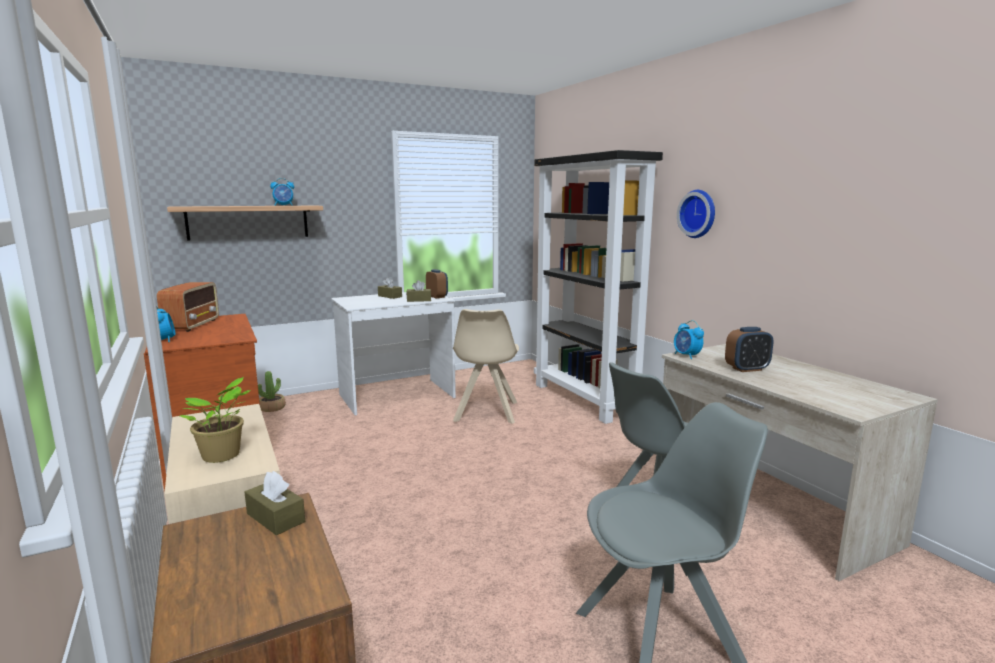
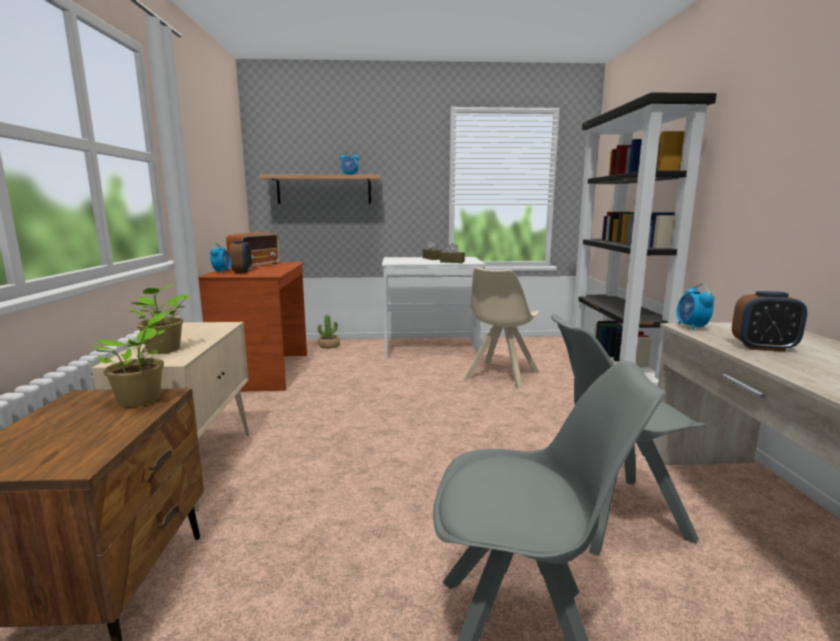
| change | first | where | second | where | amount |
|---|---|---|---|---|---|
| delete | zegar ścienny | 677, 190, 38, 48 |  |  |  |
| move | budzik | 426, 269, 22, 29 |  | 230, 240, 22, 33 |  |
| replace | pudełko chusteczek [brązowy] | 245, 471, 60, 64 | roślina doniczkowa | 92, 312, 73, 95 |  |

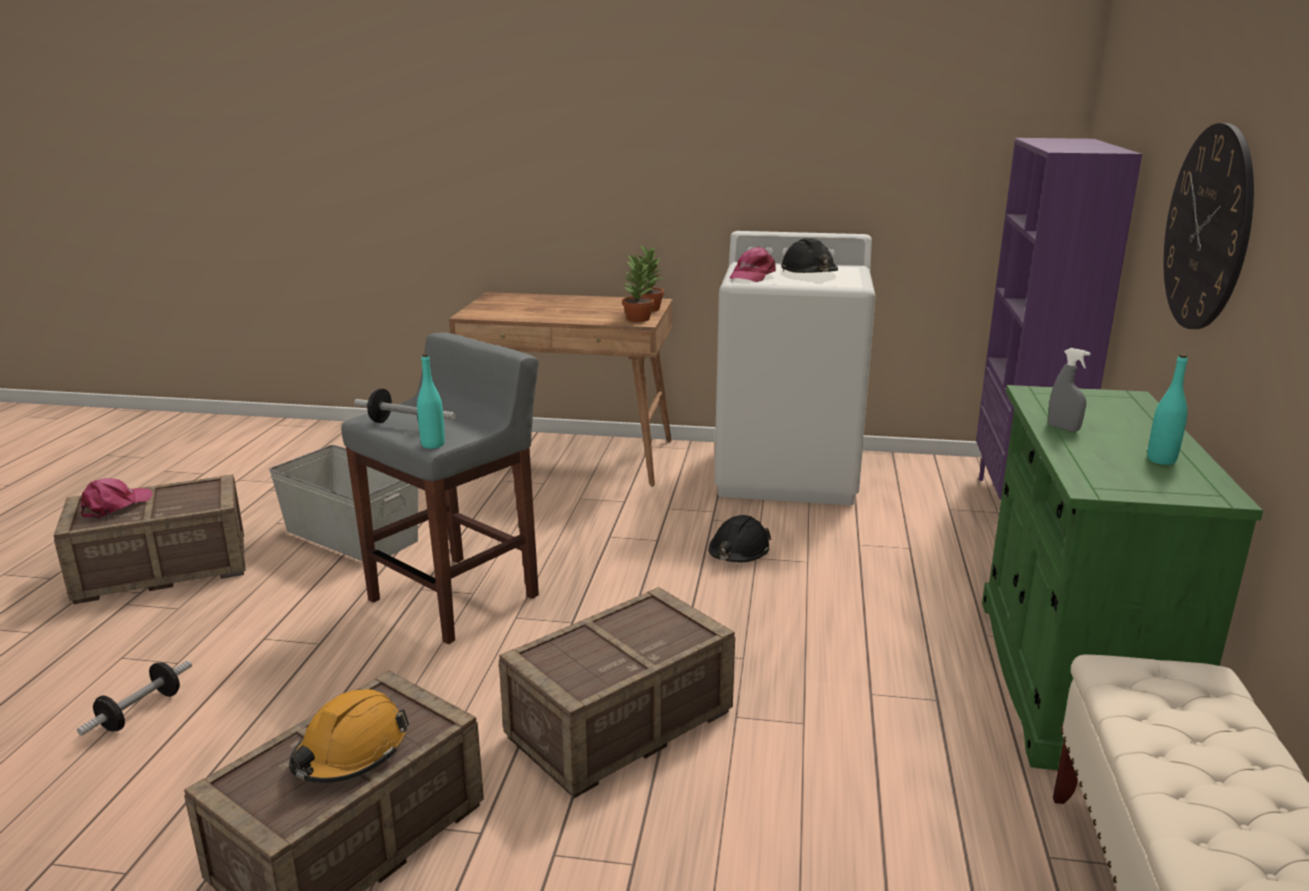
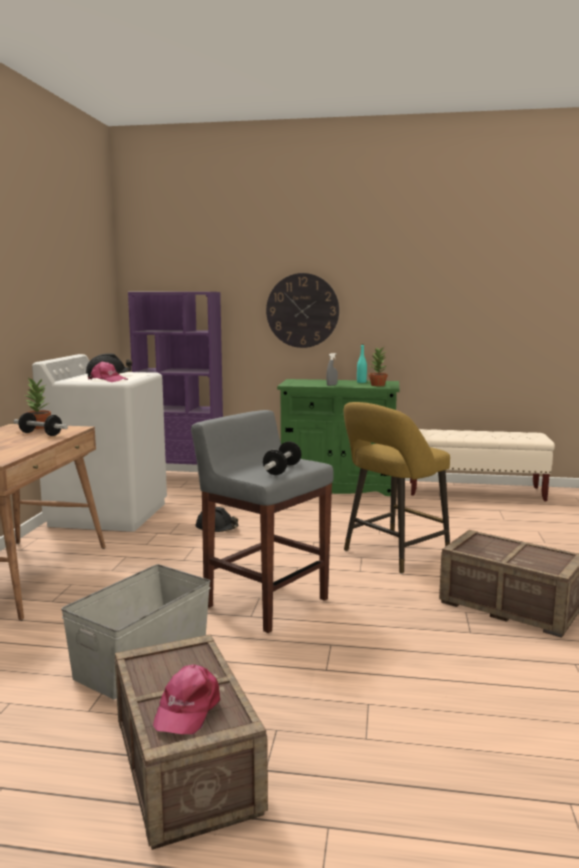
| change | first | where | second | where | amount |
|---|---|---|---|---|---|
| delete | kask [pomarańczowy] | 289, 689, 120, 94 |  |  |  |
| delete | butelka [turkusowy] | 417, 354, 28, 95 |  |  |  |
| move | hantel | 77, 660, 115, 76 |  | 14, 412, 54, 24 |  |
| move | roślina doniczkowa | 622, 255, 32, 67 |  | 368, 347, 20, 39 |  |
| replace | skrzynka | 499, 587, 236, 211 | stołek [żółty] | 344, 402, 106, 172 |  |
| rotate | czapka z daszkiem [różowy] | 81, 478, 72, 40 |  | 153, 664, 67, 70 | 105 degrees counterclockwise |

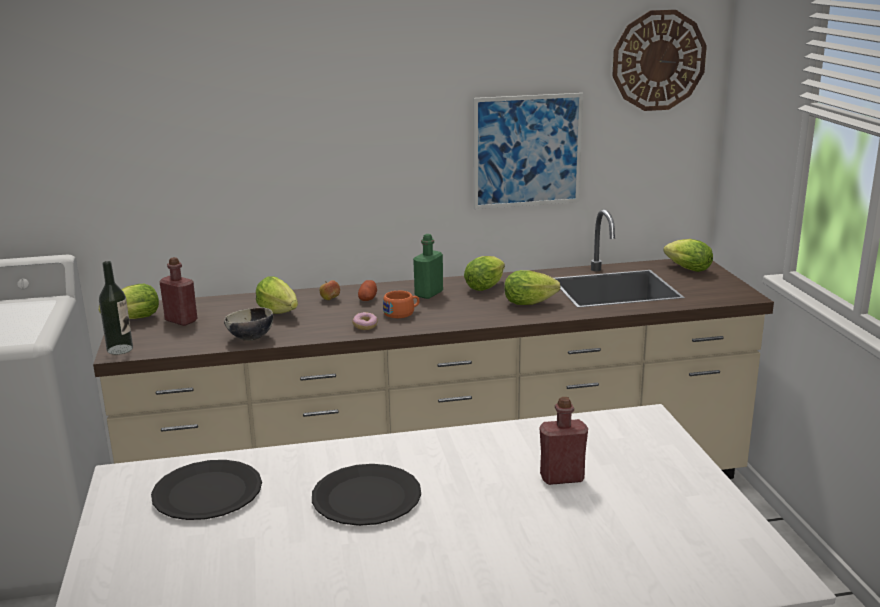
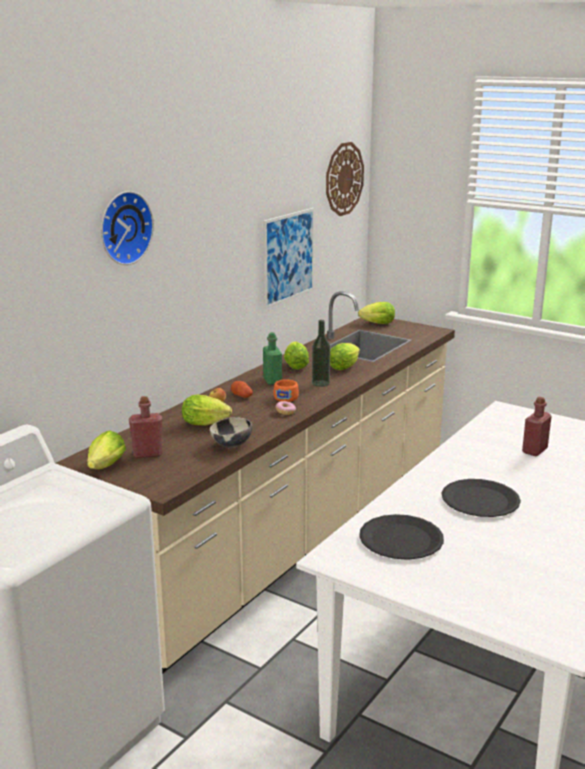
| change | first | where | second | where | amount |
|---|---|---|---|---|---|
| insert |  |  | zegar ścienny | 101, 191, 53, 74 |  |
| move | butelka | 99, 261, 34, 94 |  | 312, 320, 18, 67 |  |

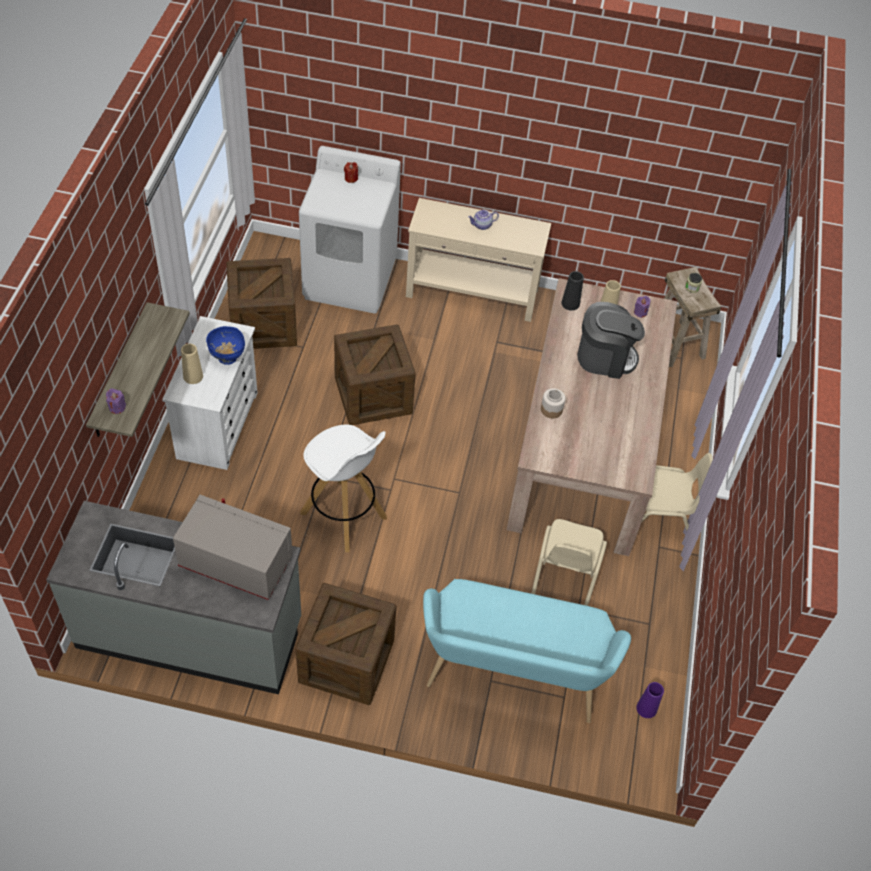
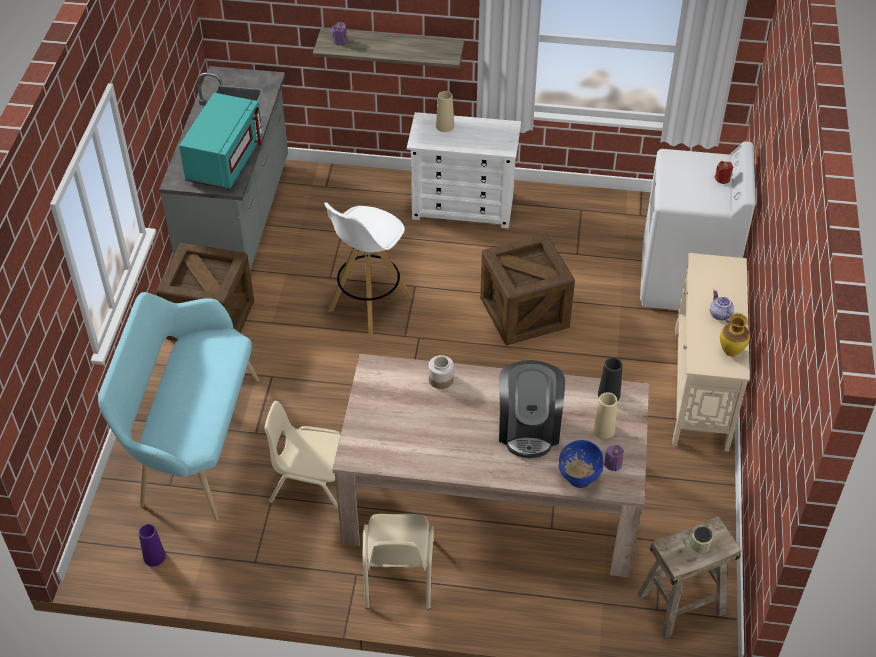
| change | first | where | second | where | amount |
|---|---|---|---|---|---|
| delete | skrzynka | 226, 258, 71, 91 |  |  |  |
| insert |  |  | wazon | 720, 314, 30, 43 |  |
| move | miska [niebieski] | 206, 326, 39, 39 |  | 559, 440, 45, 48 |  |
| recolor | mikrofalówka [szary] | 173, 495, 119, 105 | mikrofalówka [turkusowy] | 179, 93, 84, 95 |  |

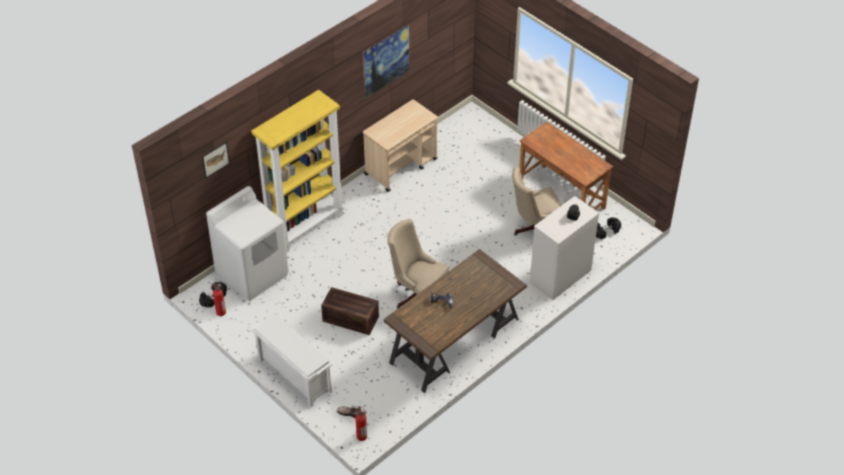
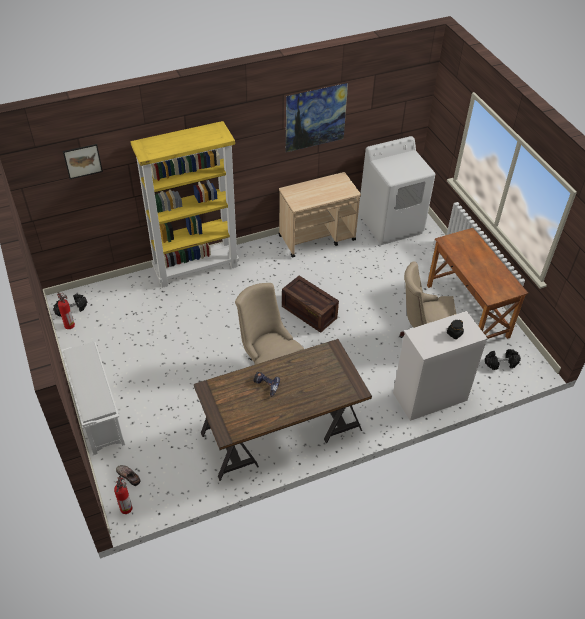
| change | first | where | second | where | amount |
|---|---|---|---|---|---|
| move | pralka [biały] | 206, 186, 83, 115 |  | 358, 136, 77, 109 |  |
| move | skrzynka | 321, 287, 58, 48 |  | 282, 276, 57, 57 |  |

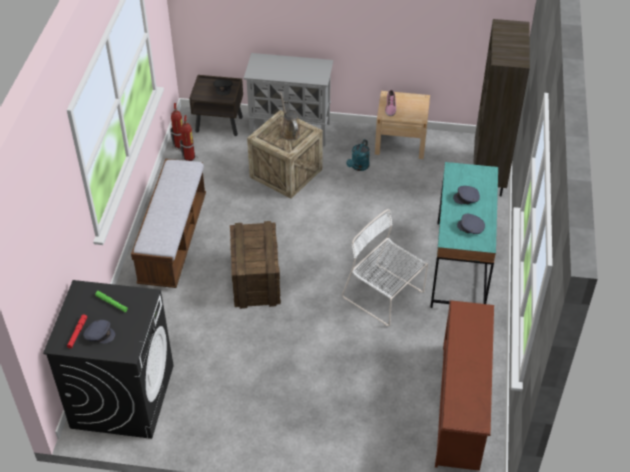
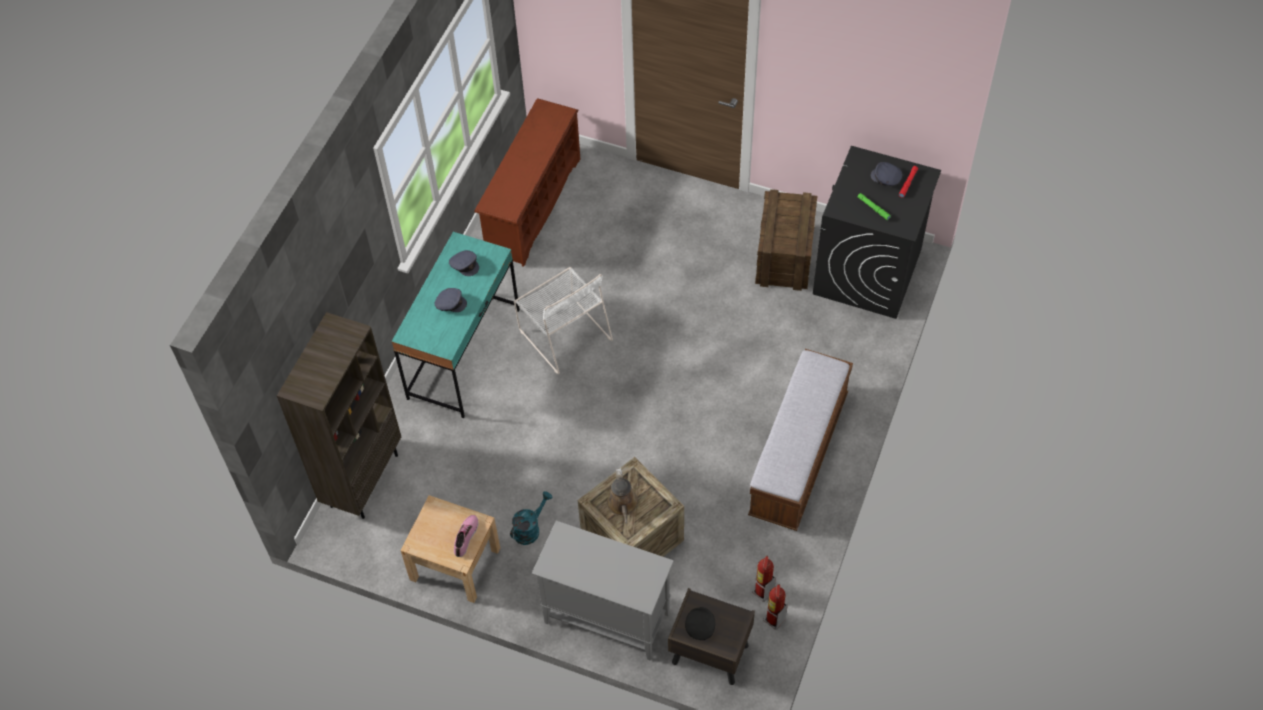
| change | first | where | second | where | amount |
|---|---|---|---|---|---|
| move | skrzynka | 230, 221, 51, 88 |  | 755, 189, 62, 102 |  |

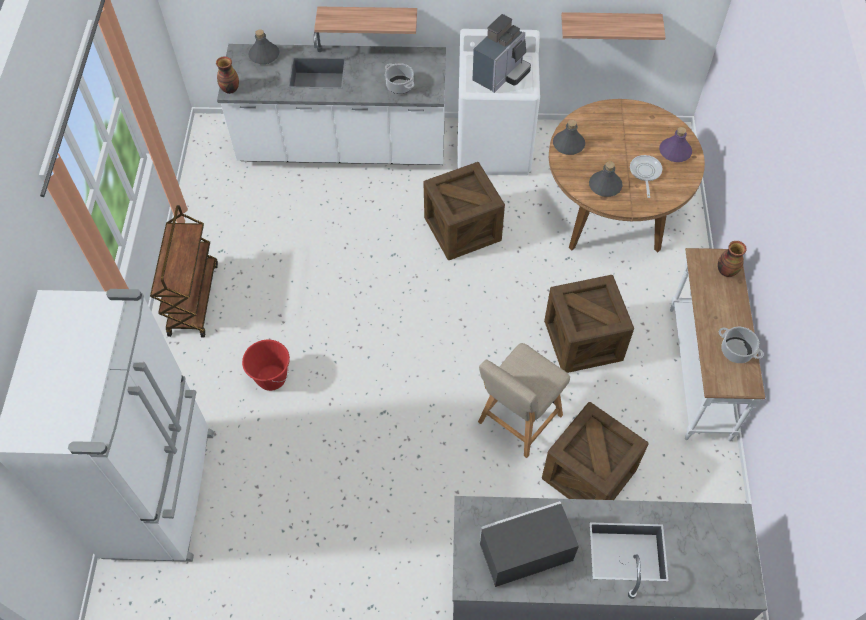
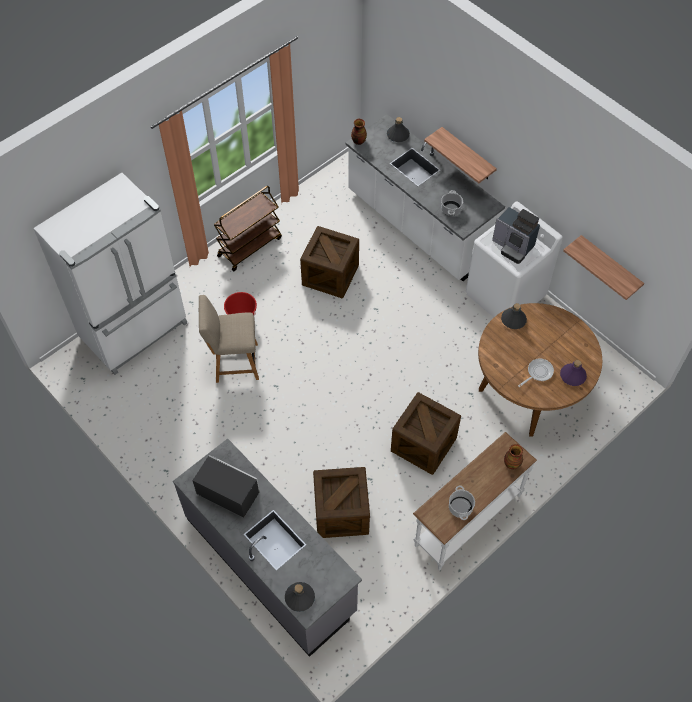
| change | first | where | second | where | amount |
|---|---|---|---|---|---|
| move | skrzynka | 423, 162, 82, 98 |  | 300, 226, 59, 72 |  |
| move | krzesło [beżowy] | 478, 343, 92, 115 |  | 199, 295, 60, 88 |  |
| move | butelka [szary] | 589, 161, 34, 36 |  | 285, 582, 30, 30 |  |
| rotate | ekspres do kawy | 472, 14, 59, 79 |  | 492, 207, 48, 57 | 45 degrees clockwise |

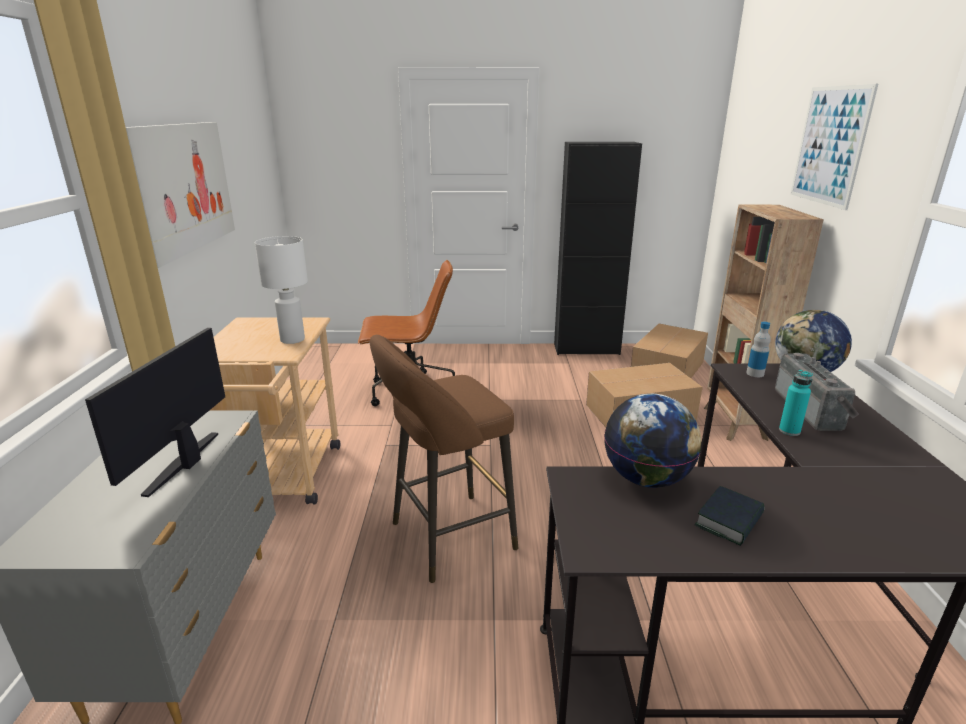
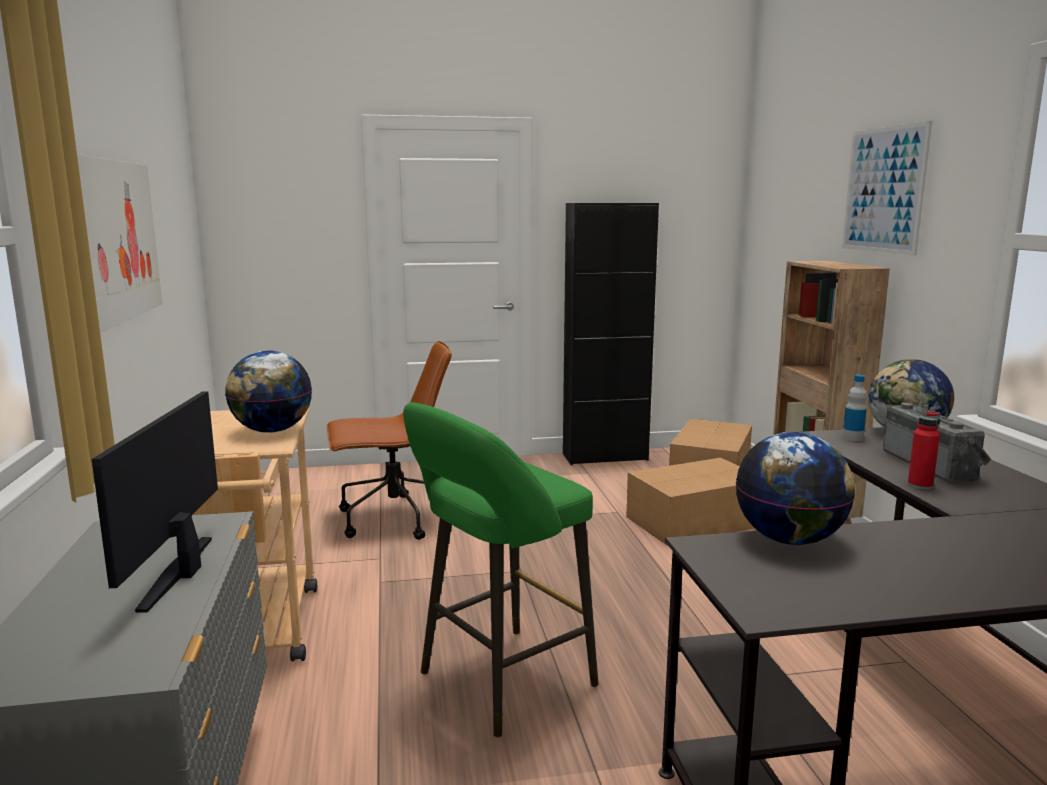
| change | first | where | second | where | amount |
|---|---|---|---|---|---|
| delete | książka | 694, 486, 71, 60 |  |  |  |
| replace | lampa stołowa [biały] | 255, 236, 53, 108 | globus | 225, 350, 87, 83 |  |
| recolor | stołek [brązowy] | 370, 335, 148, 248 | stołek [zielony] | 403, 402, 195, 335 |  |
| recolor | butelka [turkusowy] | 779, 370, 34, 66 | butelka [czerwony] | 908, 410, 32, 80 |  |

